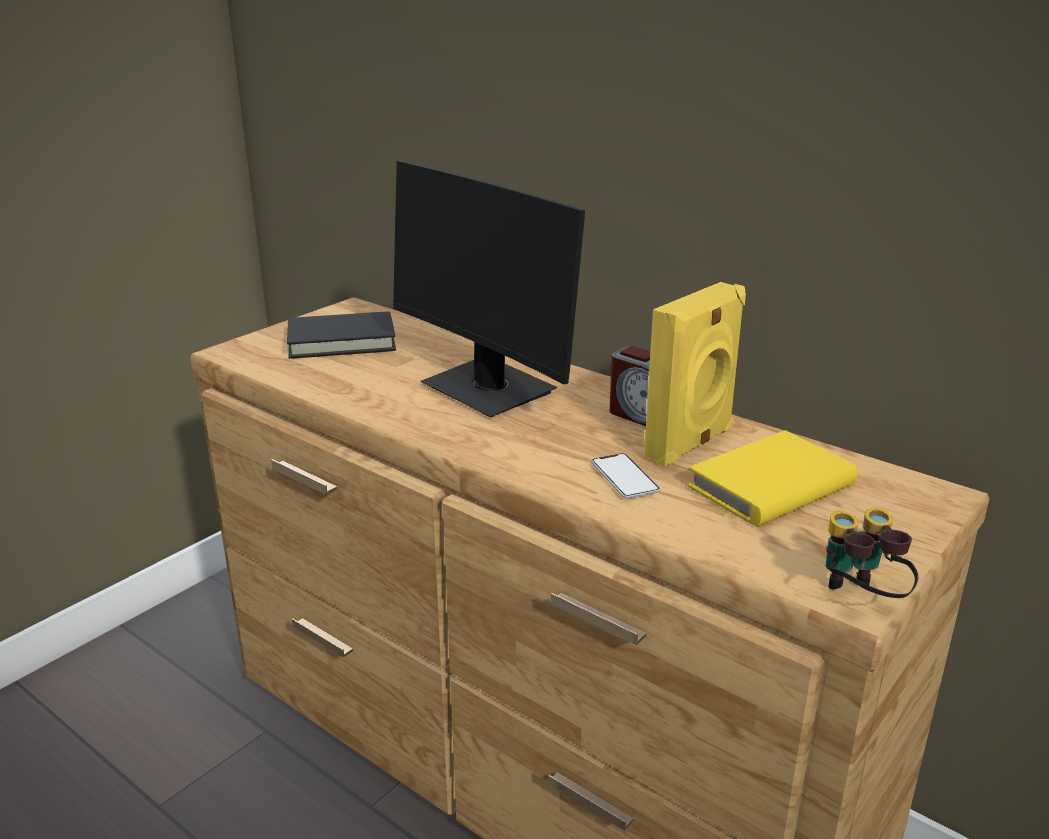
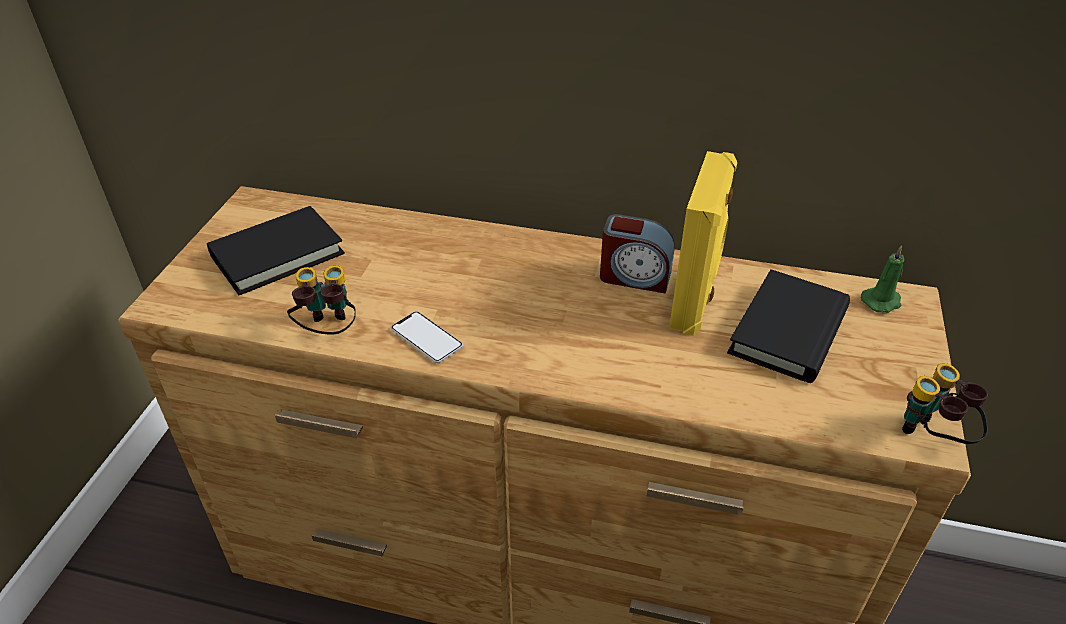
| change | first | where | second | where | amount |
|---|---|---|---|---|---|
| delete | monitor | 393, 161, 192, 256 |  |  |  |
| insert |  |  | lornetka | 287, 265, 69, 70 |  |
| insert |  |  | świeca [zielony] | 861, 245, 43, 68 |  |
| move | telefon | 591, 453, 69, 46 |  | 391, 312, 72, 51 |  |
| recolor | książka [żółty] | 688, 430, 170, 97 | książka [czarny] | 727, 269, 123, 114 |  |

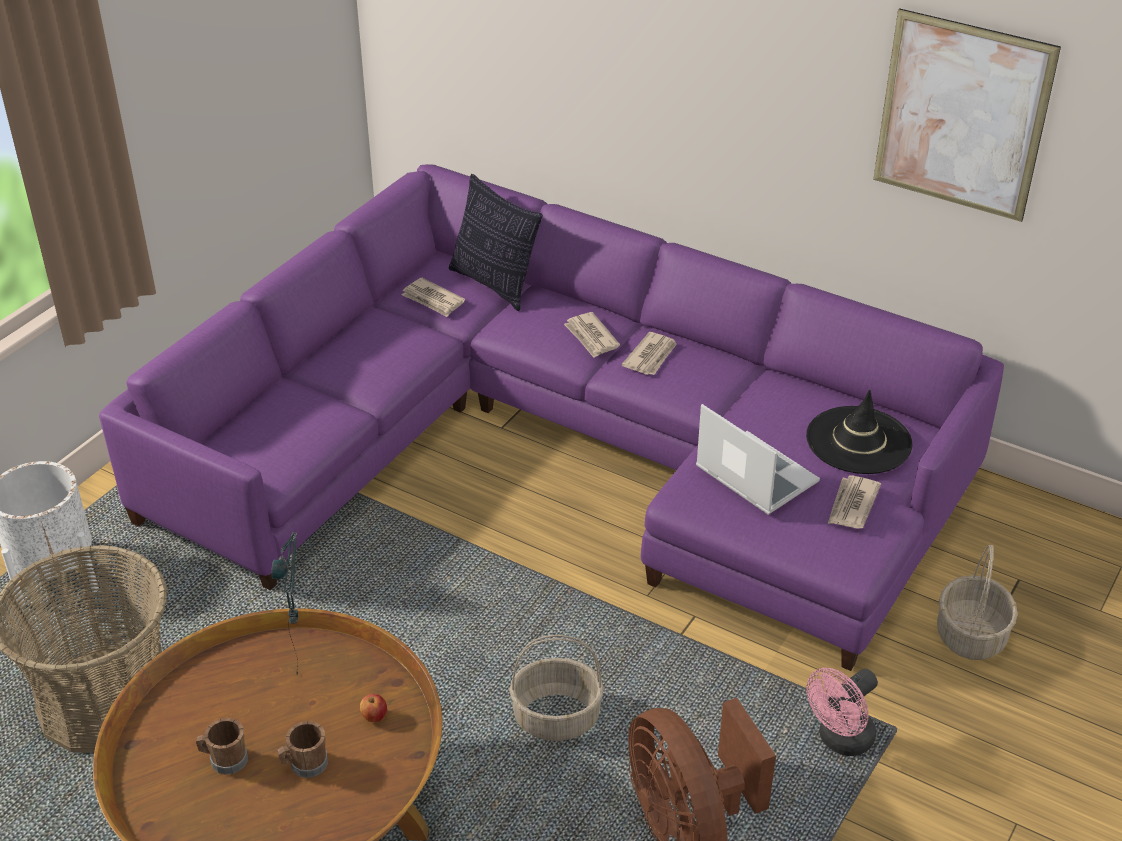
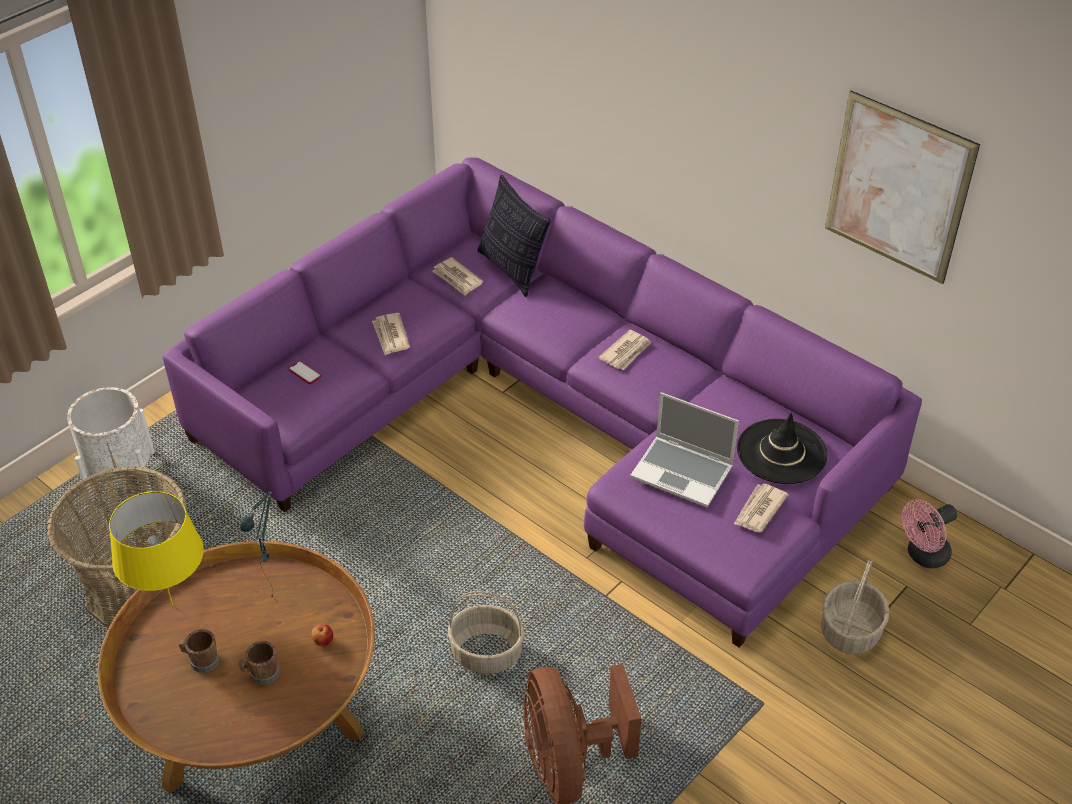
| change | first | where | second | where | amount |
|---|---|---|---|---|---|
| insert |  |  | lampa stołowa [żółty] | 109, 491, 95, 115 |  |
| insert |  |  | telefon | 289, 361, 32, 23 |  |
| move | gazeta | 564, 312, 56, 46 |  | 372, 313, 38, 42 |  |
| move | wentylator [różowy] | 806, 668, 72, 88 |  | 902, 499, 55, 69 |  |
| rotate | laptop | 696, 404, 124, 111 |  | 630, 392, 109, 115 | 150 degrees clockwise |

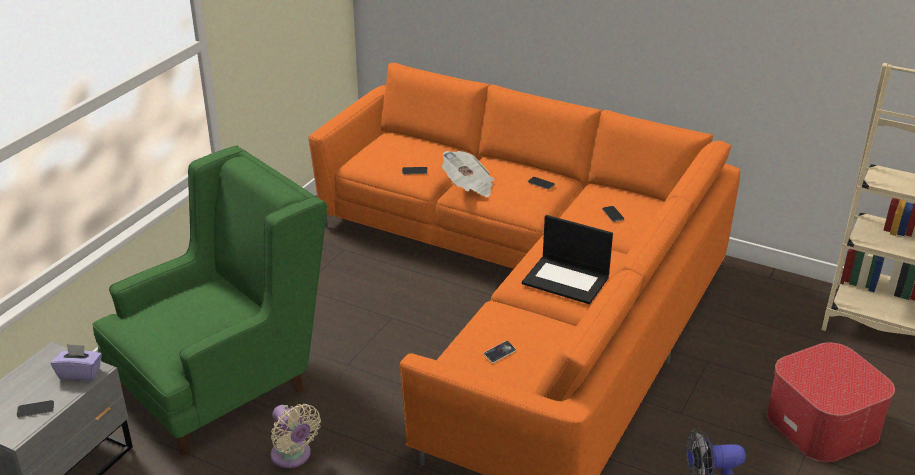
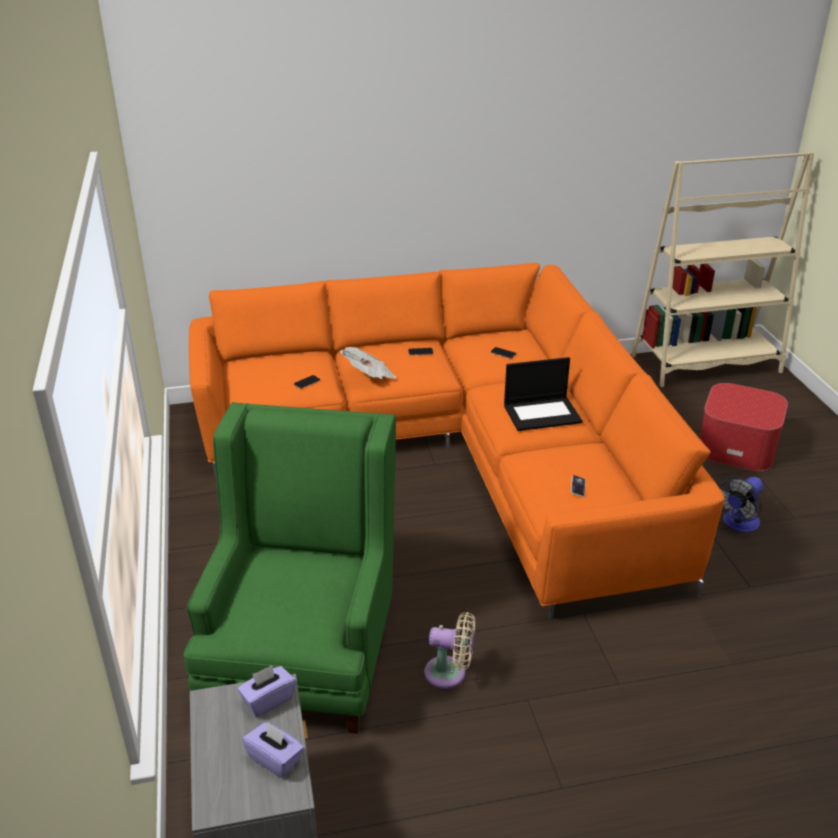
| change | first | where | second | where | amount |
|---|---|---|---|---|---|
| replace | telefon | 17, 400, 37, 18 | pudełko chusteczek [fioletowy] | 242, 722, 62, 56 |  |

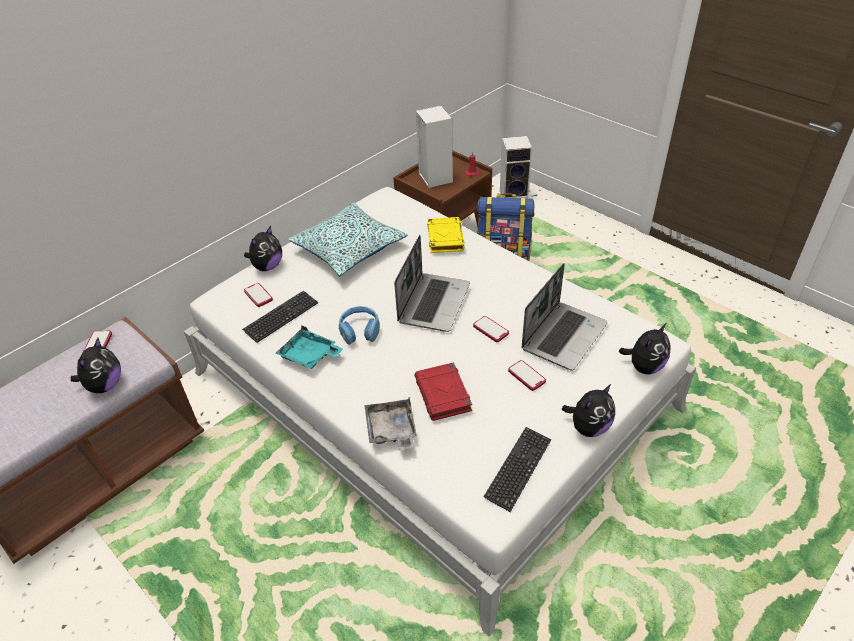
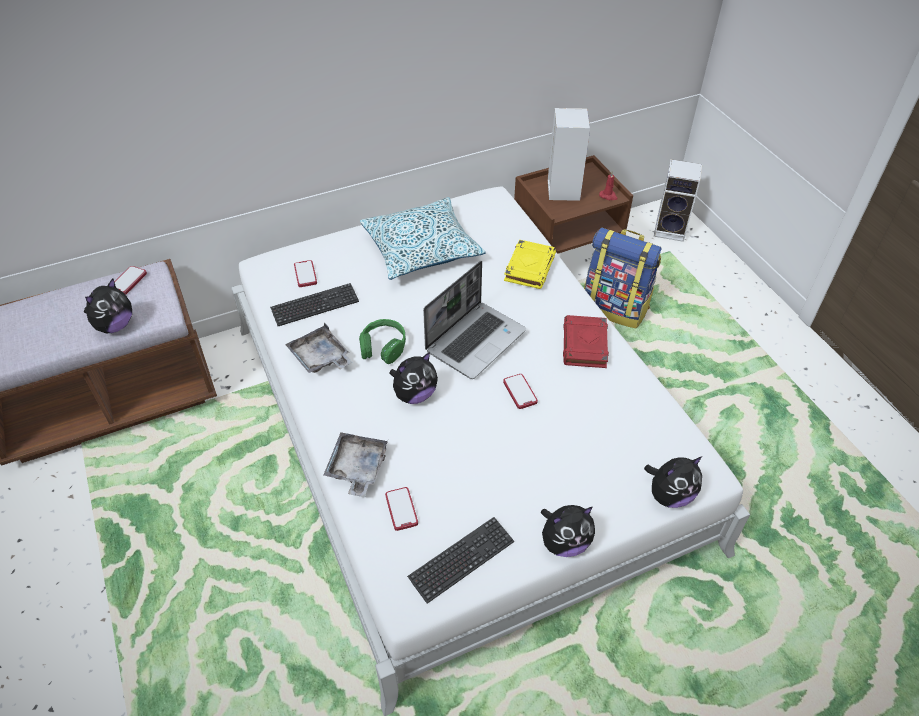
| change | first | where | second | where | amount |
|---|---|---|---|---|---|
| delete | laptop | 521, 263, 87, 108 |  |  |  |
| move | pluszak | 244, 226, 38, 45 |  | 389, 352, 49, 52 |  |
| move | książka [czerwony] | 414, 362, 58, 59 |  | 563, 315, 46, 53 |  |
| move | telefon | 508, 360, 38, 31 |  | 385, 487, 33, 44 |  |
| recolor | taca [turkusowy] | 276, 325, 67, 44 | taca [szary] | 285, 323, 68, 50 |  |
| recolor | słuchawki [niebieski] | 339, 306, 41, 39 | słuchawki [zielony] | 359, 319, 47, 45 |  |

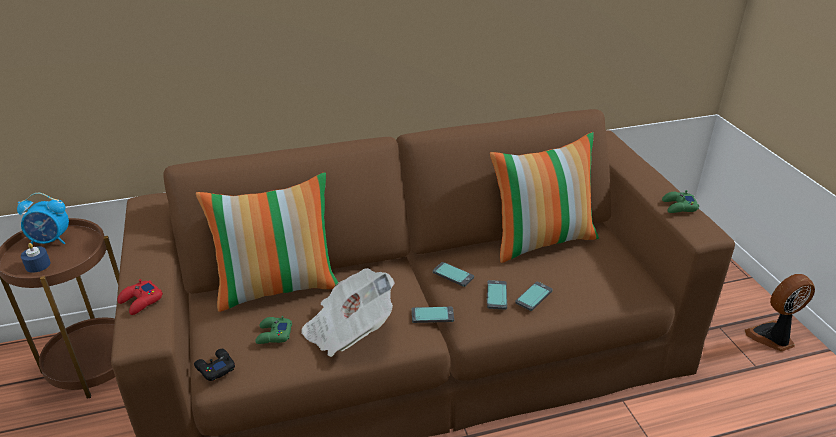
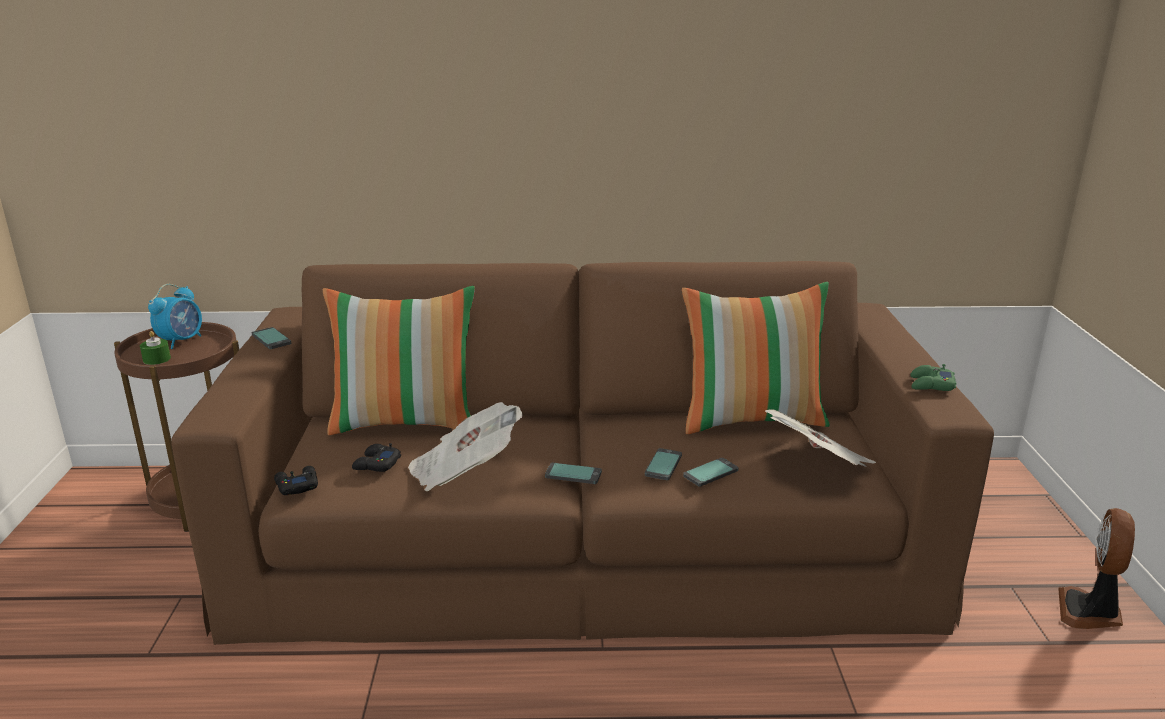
| change | first | where | second | where | amount |
|---|---|---|---|---|---|
| delete | pad do gier [czerwony] | 117, 279, 46, 36 |  |  |  |
| insert |  |  | gazeta | 765, 409, 111, 58 |  |
| move | telefon | 433, 262, 41, 25 |  | 252, 327, 39, 22 |  |
| recolor | świeca [niebieski] | 21, 243, 30, 30 | świeca [zielony] | 140, 331, 31, 34 |  |
| recolor | pad do gier [zielony] | 255, 316, 37, 28 | pad do gier [czarny] | 352, 443, 49, 29 |  |
| rotate | budzik | 17, 193, 52, 51 |  | 148, 284, 54, 65 | 75 degrees counterclockwise |
| rotate | wentylator | 745, 274, 70, 78 |  | 1058, 508, 77, 121 | 60 degrees counterclockwise |

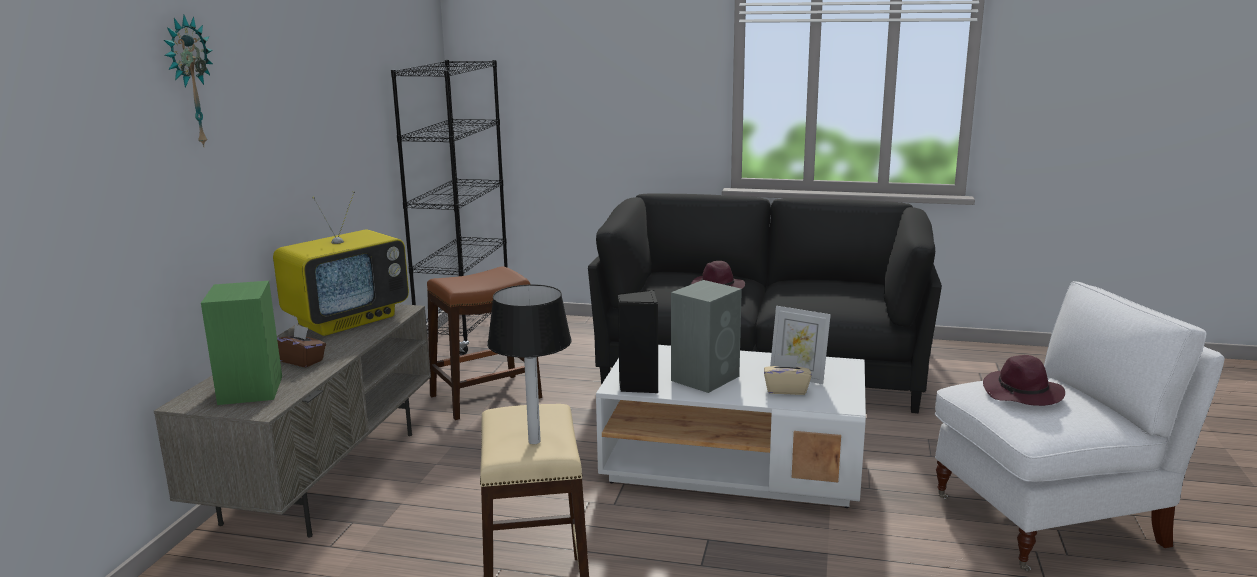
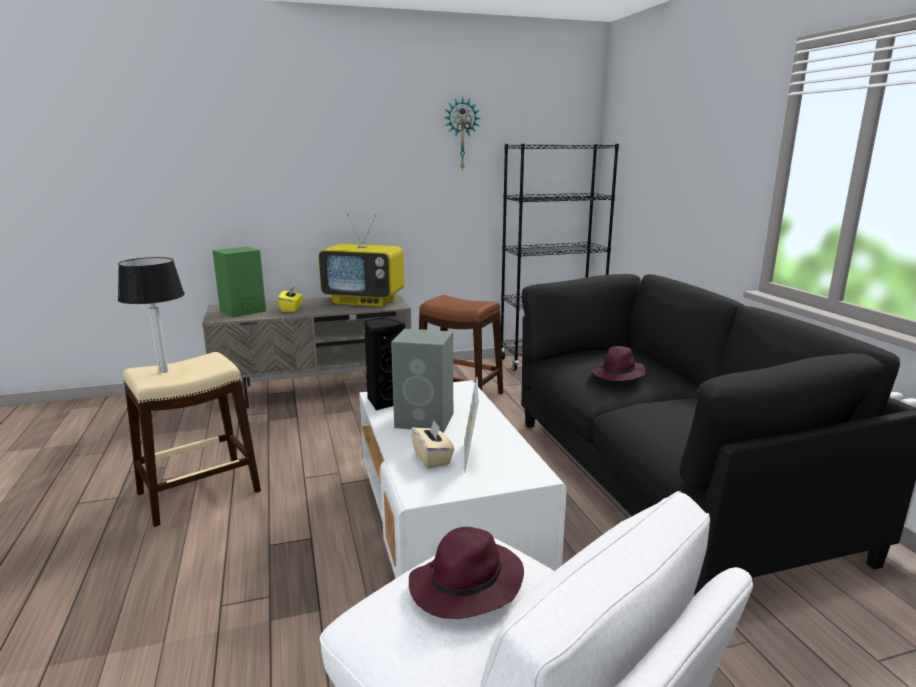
| change | first | where | second | where | amount |
|---|---|---|---|---|---|
| move | zegar ścienny | 164, 15, 49, 133 |  | 444, 97, 36, 74 |  |
| recolor | pudełko chusteczek [brązowy] | 277, 324, 49, 43 | pudełko chusteczek [żółty] | 278, 286, 25, 26 |  |

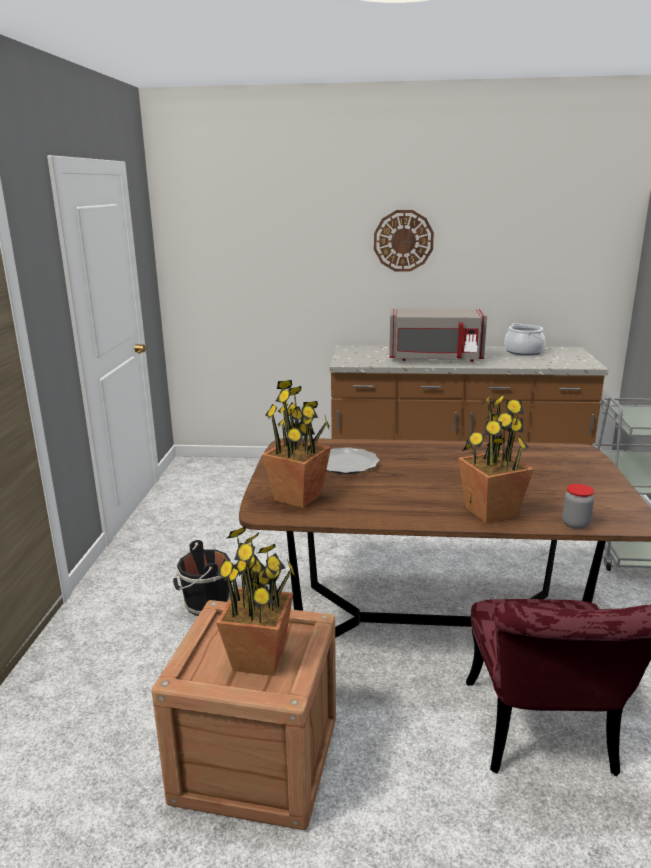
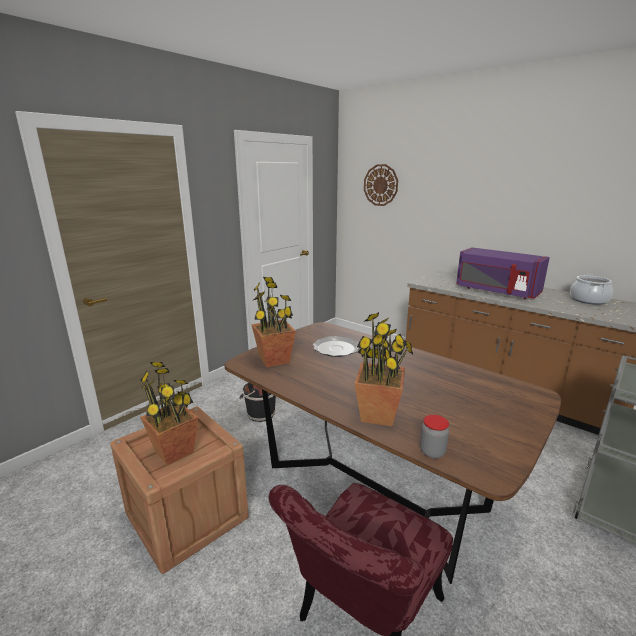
| change | first | where | second | where | amount |
|---|---|---|---|---|---|
| move | zegar ścienny | 374, 210, 60, 62 |  | 364, 164, 34, 42 |  |
| recolor | mikrofalówka [szary] | 389, 309, 98, 53 | mikrofalówka [fioletowy] | 456, 247, 94, 52 |  |

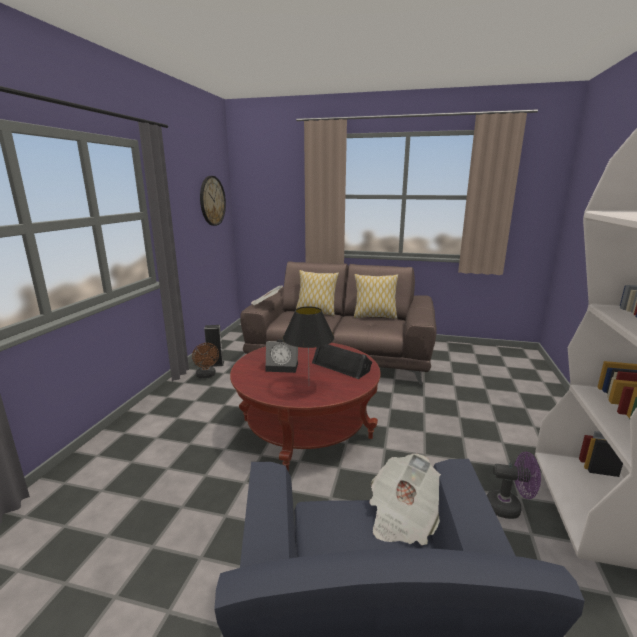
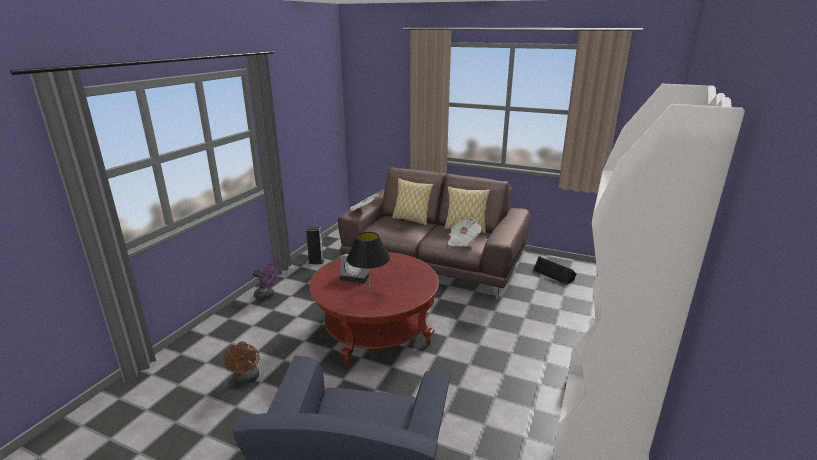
| change | first | where | second | where | amount |
|---|---|---|---|---|---|
| delete | zegar ścienny | 200, 176, 26, 50 |  |  |  |
| move | wentylator [brązowy] | 192, 343, 27, 35 |  | 223, 341, 37, 44 |  |
| move | głośnik [czarny] | 312, 344, 60, 35 |  | 533, 256, 43, 29 |  |
| move | gazeta | 369, 454, 72, 91 |  | 448, 218, 33, 28 |  |
| move | wentylator [fioletowy] | 487, 452, 54, 67 |  | 253, 263, 25, 37 |  |

